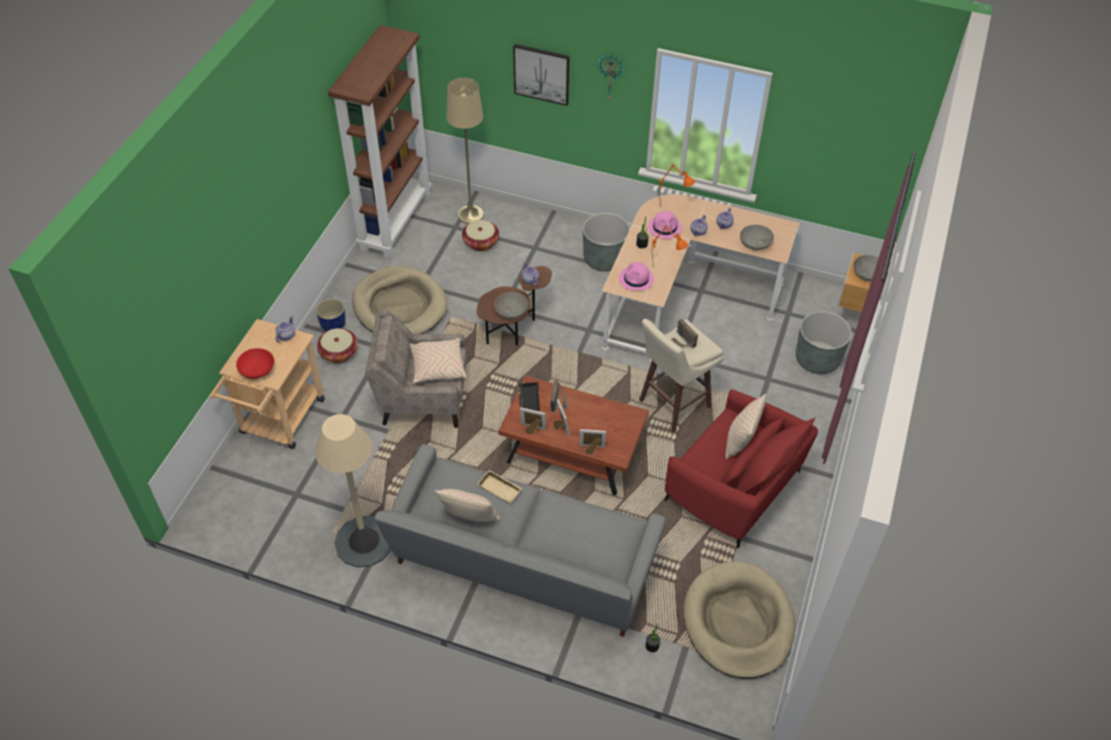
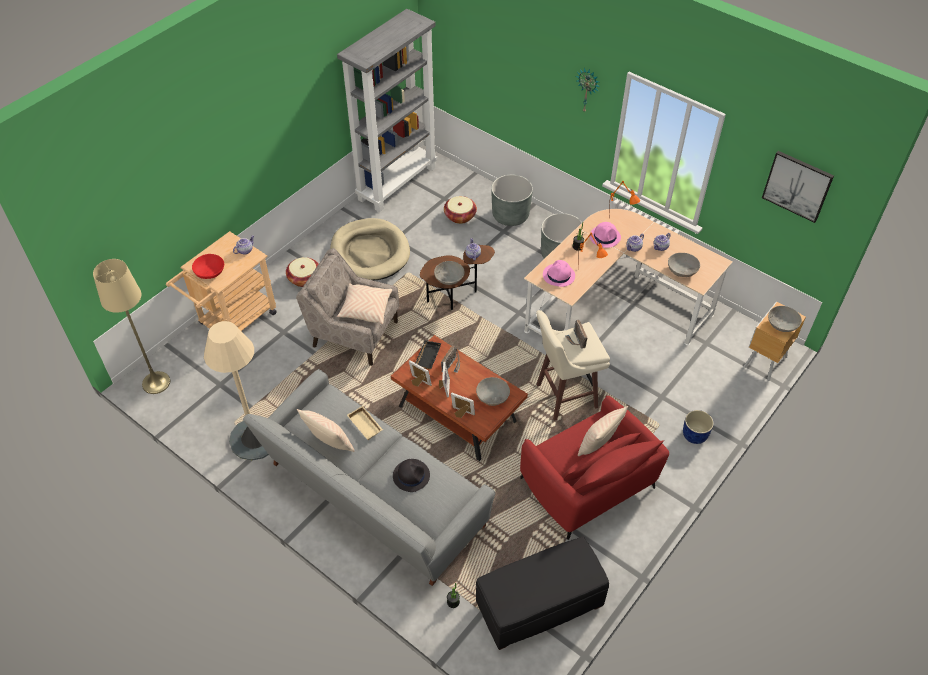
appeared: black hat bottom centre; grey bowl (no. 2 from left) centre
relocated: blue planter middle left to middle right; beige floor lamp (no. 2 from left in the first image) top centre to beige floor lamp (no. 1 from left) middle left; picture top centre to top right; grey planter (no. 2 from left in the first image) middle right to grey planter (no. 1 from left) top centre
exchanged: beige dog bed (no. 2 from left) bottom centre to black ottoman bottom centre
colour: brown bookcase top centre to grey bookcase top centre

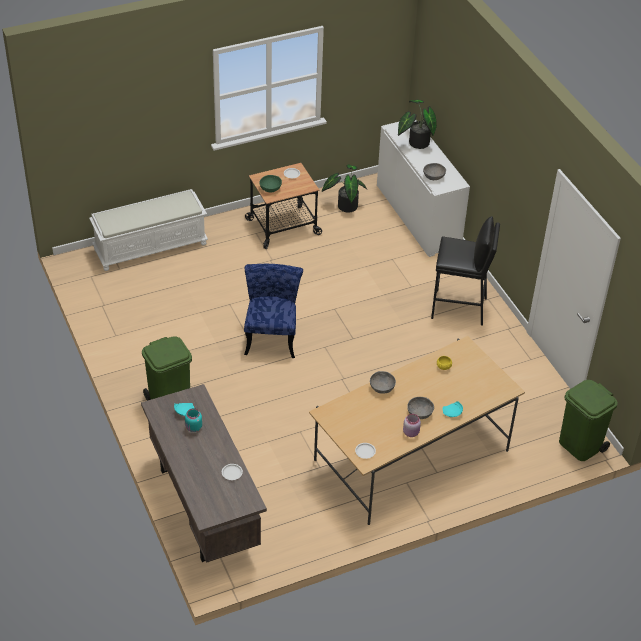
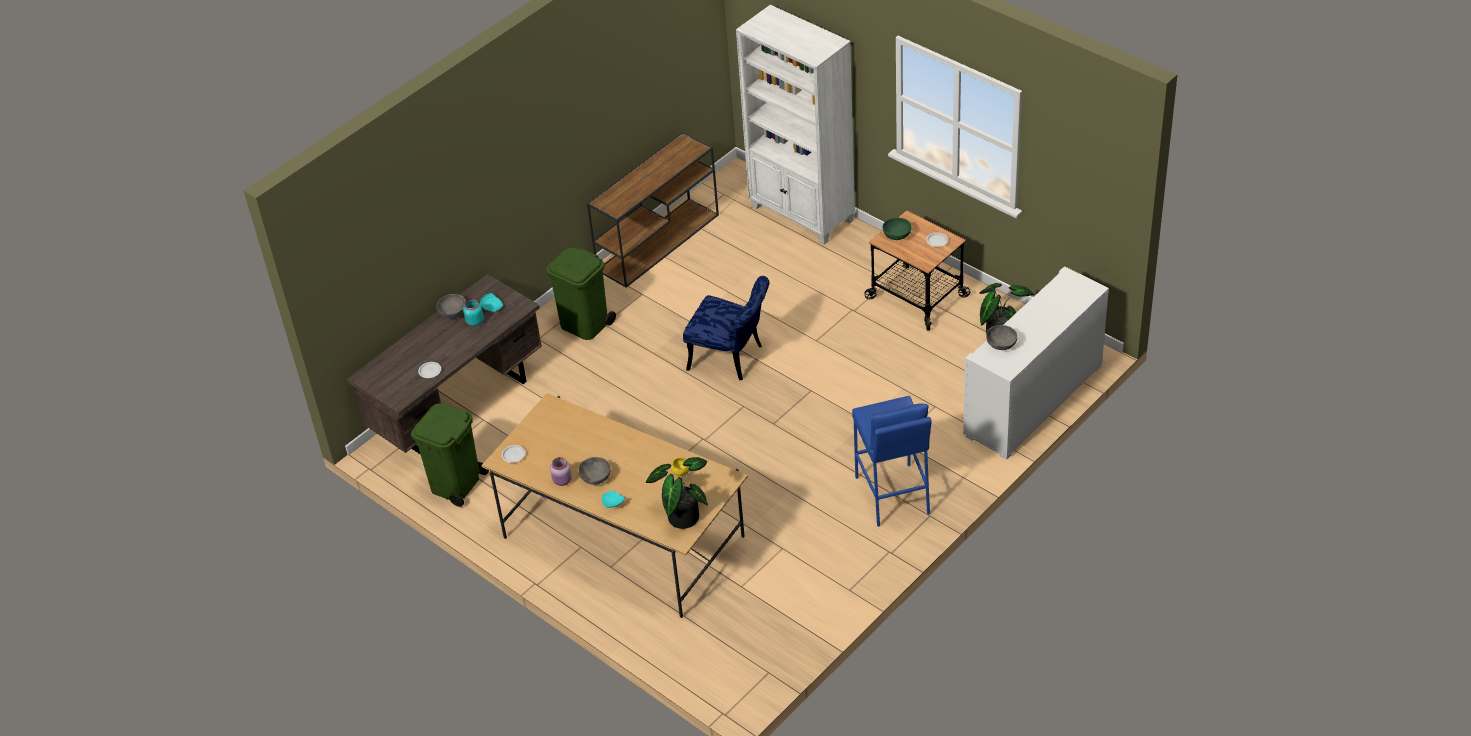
appeared: brown console table top centre
relocated: grey bowl (no. 1 from left) centre to middle left; potted plant (no. 2 from left in the first image) top centre to potted plant (no. 1 from left) bottom centre; green trash can (no. 2 from left in the first image) middle right to green trash can (no. 1 from left) middle left
exchanged: white bench middle left to white bookcase top centre
colour: black stool middle right to blue stool centre
spun: blue chair centre = centre 45 degrees clockwise

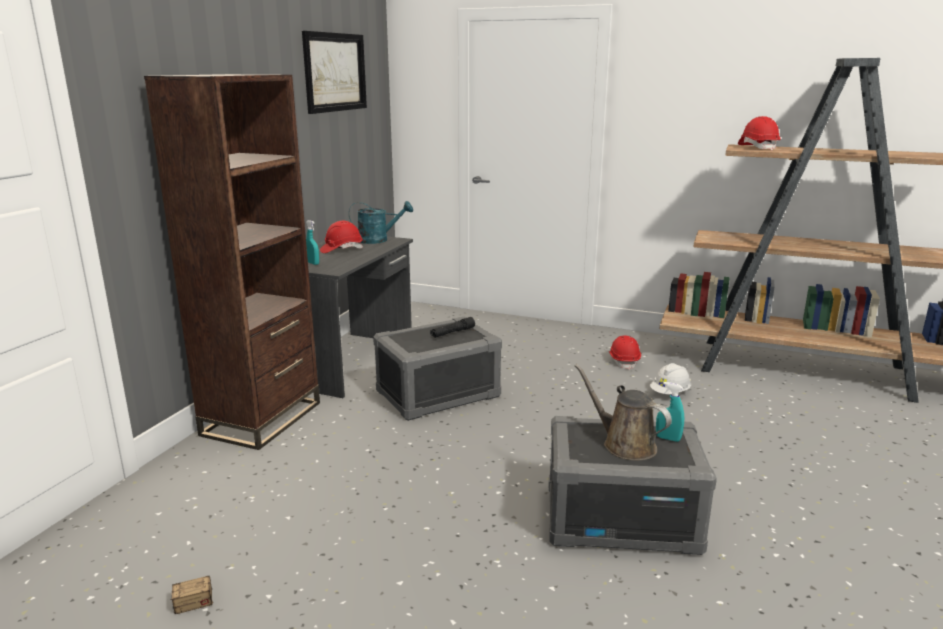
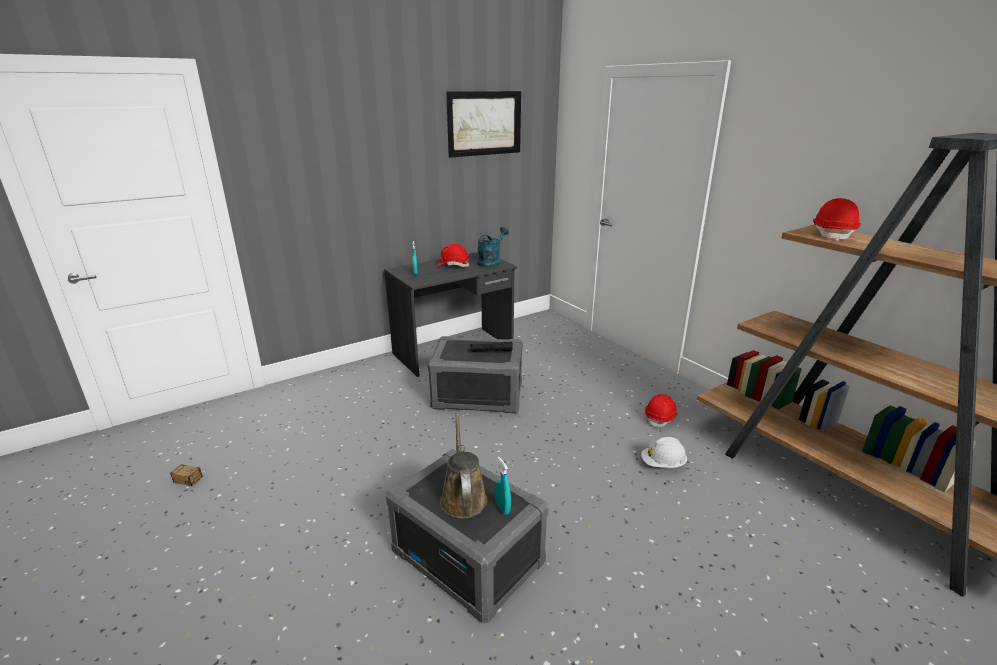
missing: brown bookcase (no. 1 from left) middle left
spun: turquoise watering can centre = centre 90 degrees counterclockwise

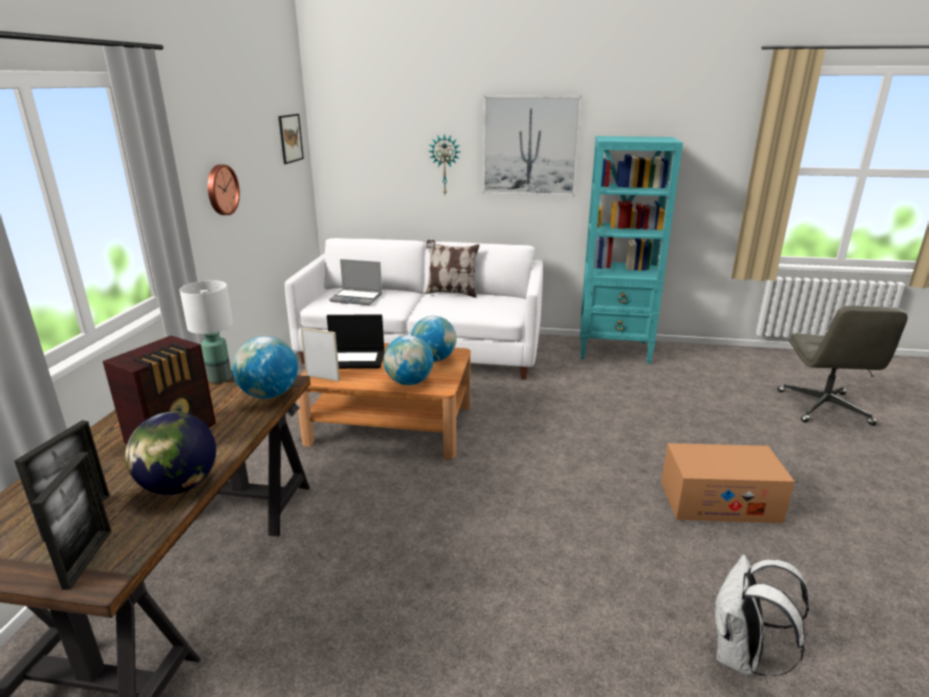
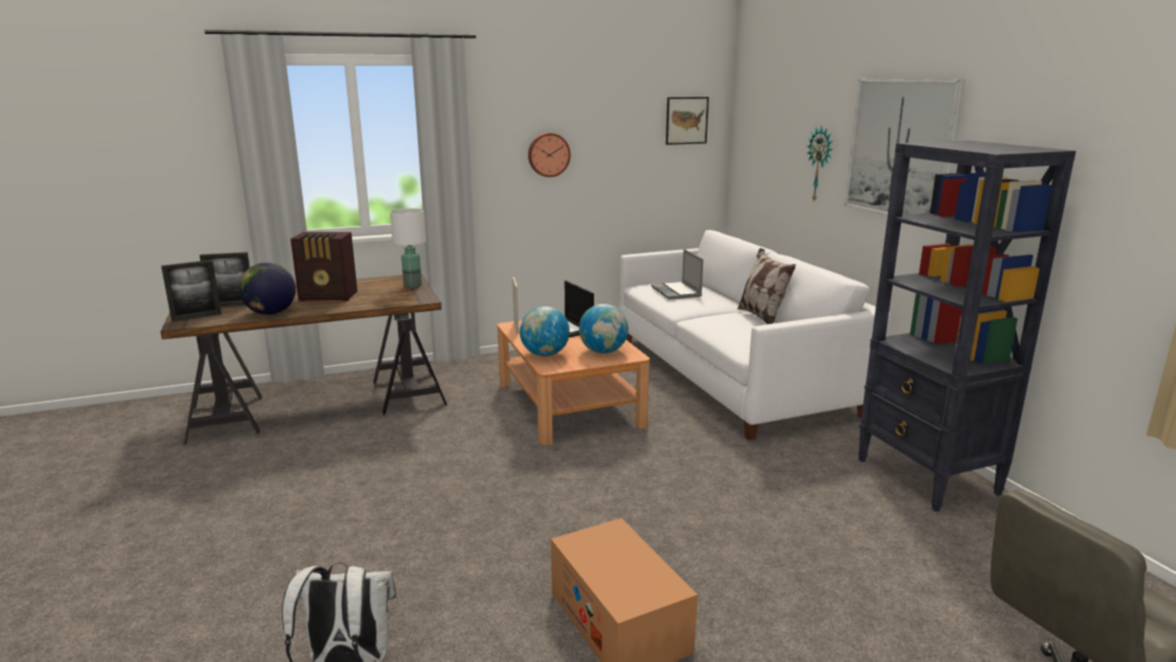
missing: globe (no. 2 from left) middle left
colour: turquoise bookcase middle right to black bookcase middle right

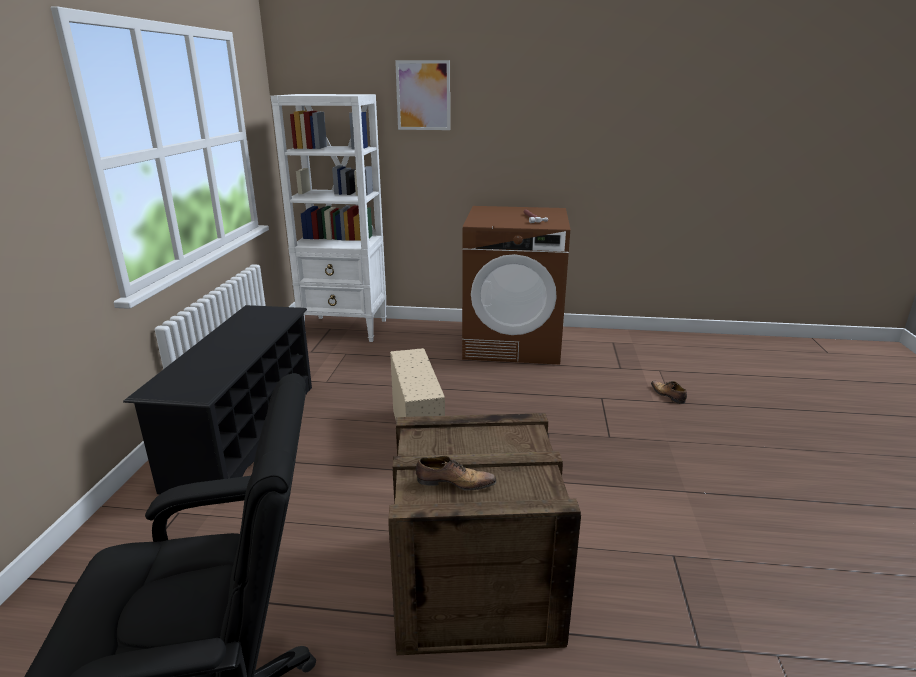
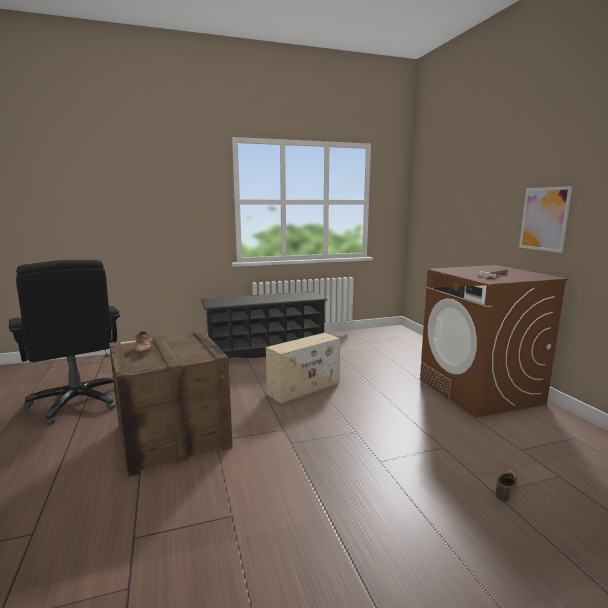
missing: white bookcase top centre
relocated: picture top centre to middle right

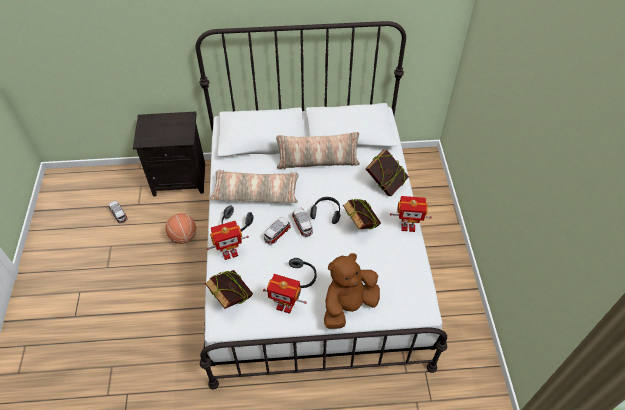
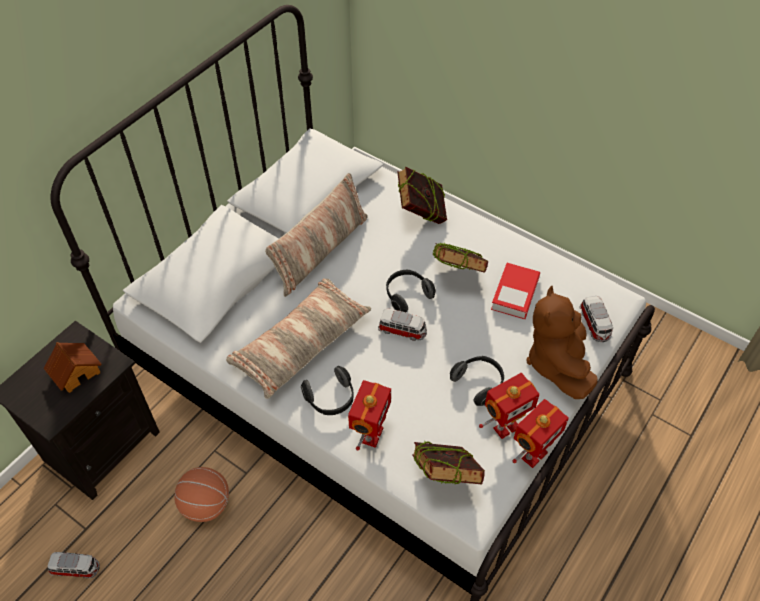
appeared: toy house middle left; book (no. 4 from left) middle right
relocated: toy car (no. 2 from left in the first image) centre to toy car (no. 3 from left) middle right; toy robot (no. 3 from left) centre to bottom right

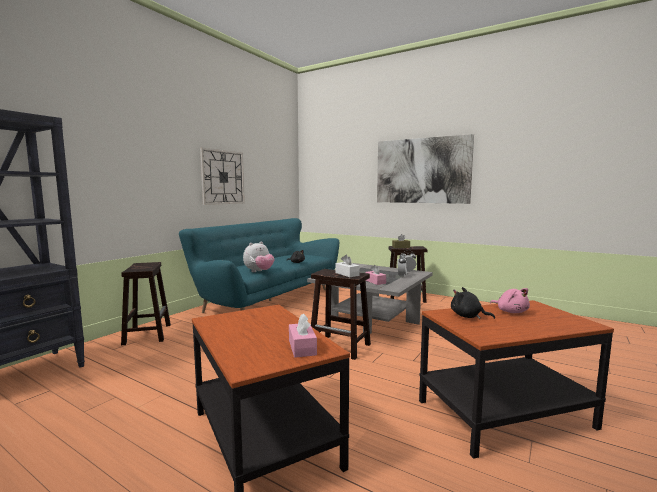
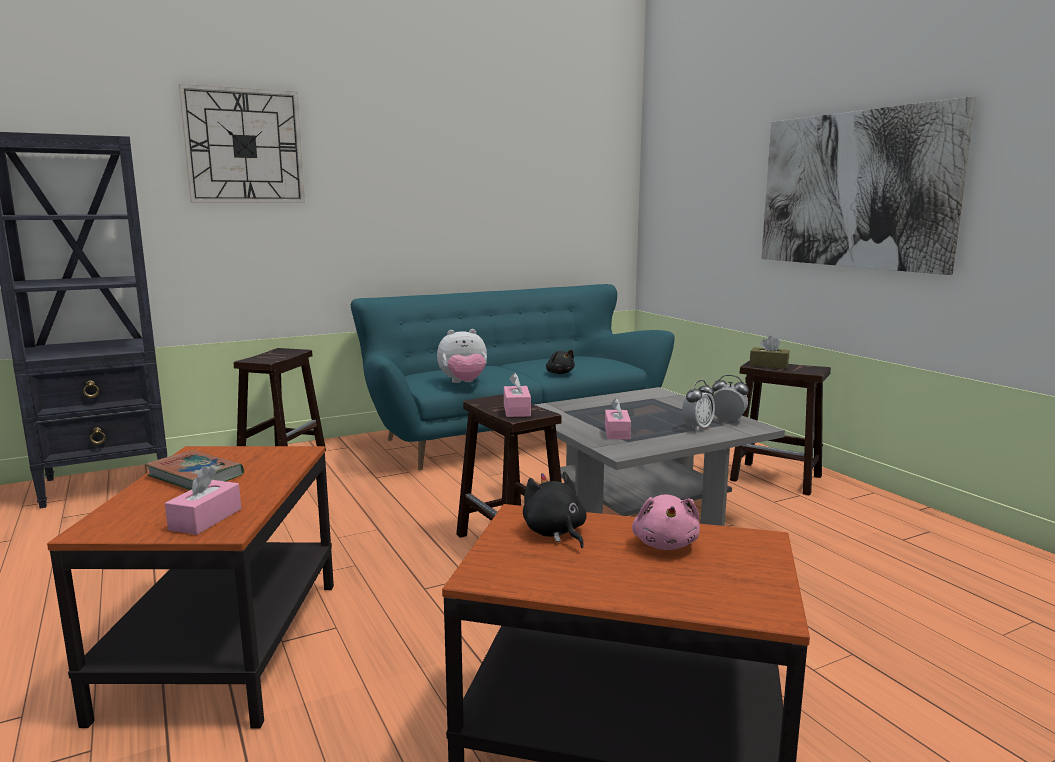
appeared: book middle left
relocated: wall clock centre to top left
colour: white tissue box centre to pink tissue box (no. 2 from left) centre

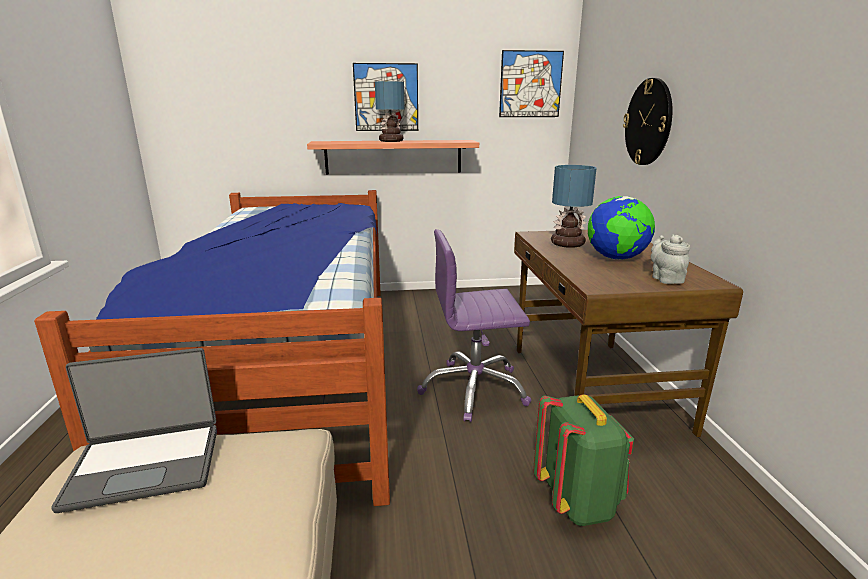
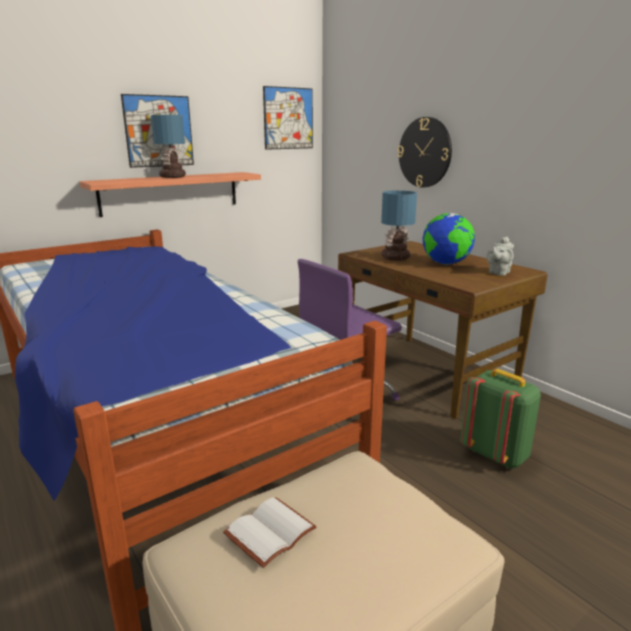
exchanged: laptop bottom left to white book bottom centre
spun: grey teapot middle right = middle right 105 degrees counterclockwise

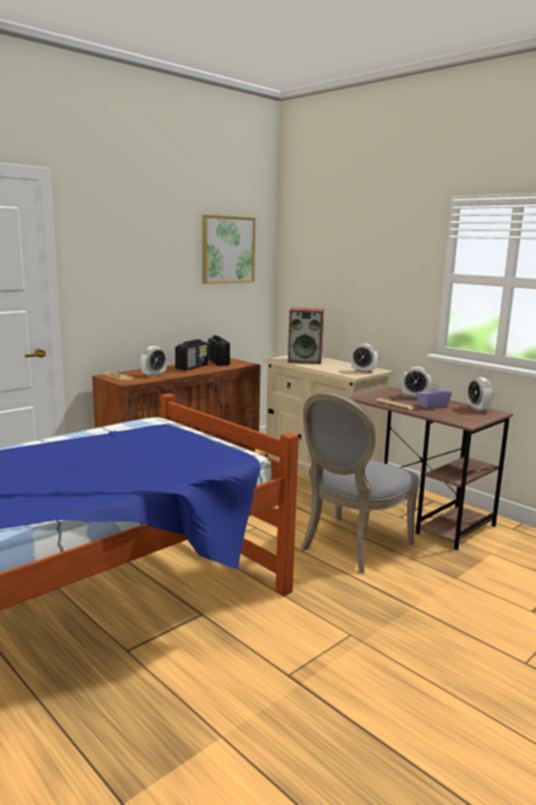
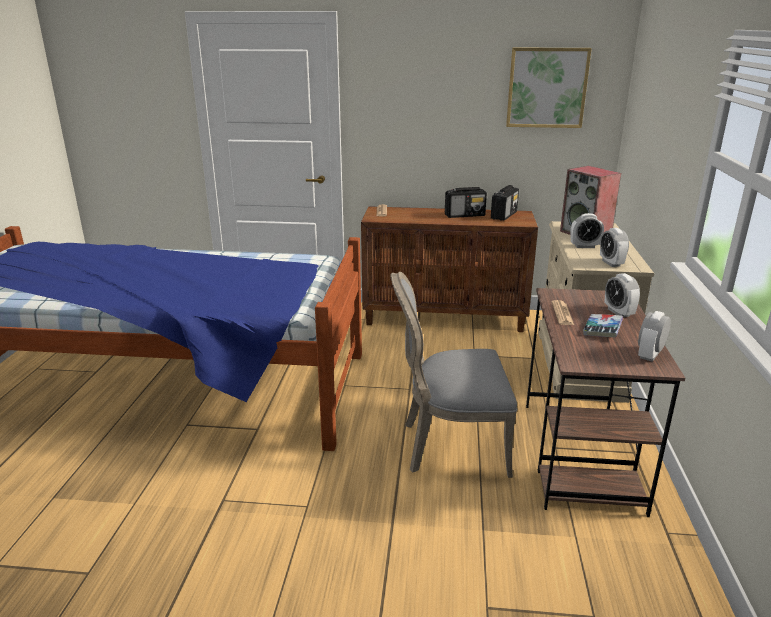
relocated: alarm clock (no. 1 from left) middle left to middle right
exchanged: purple tissue box middle right to book middle right

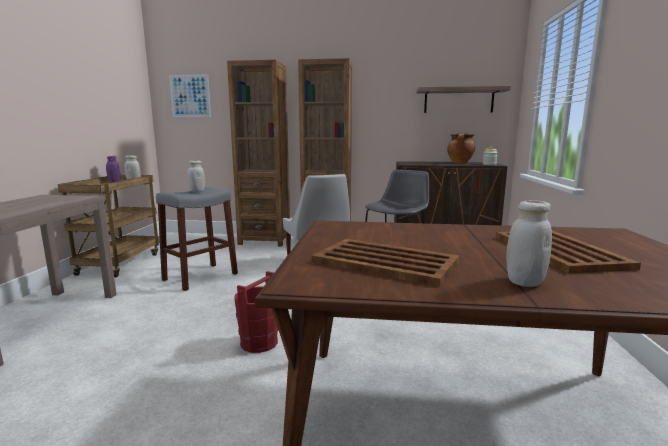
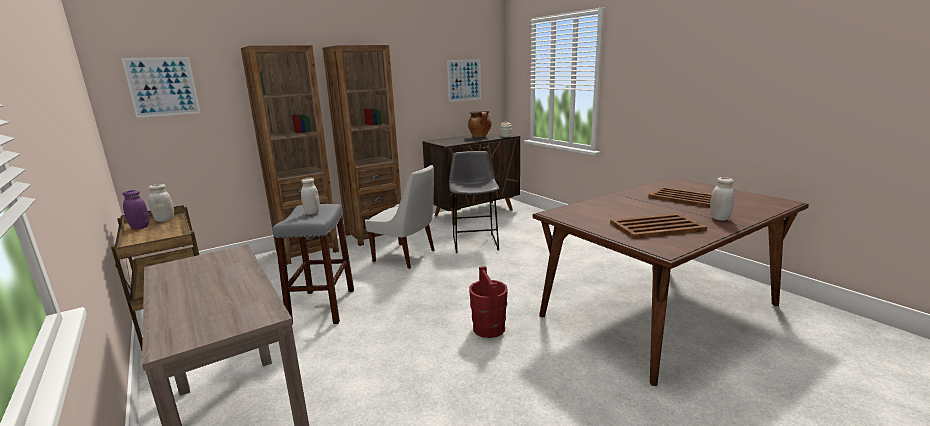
exchanged: shelf top right to picture (no. 2 from left) top centre

